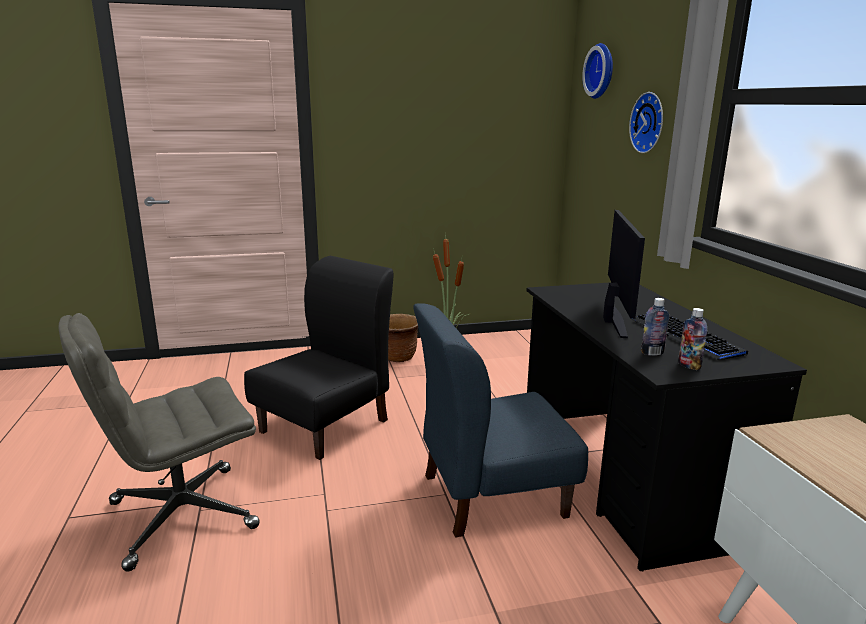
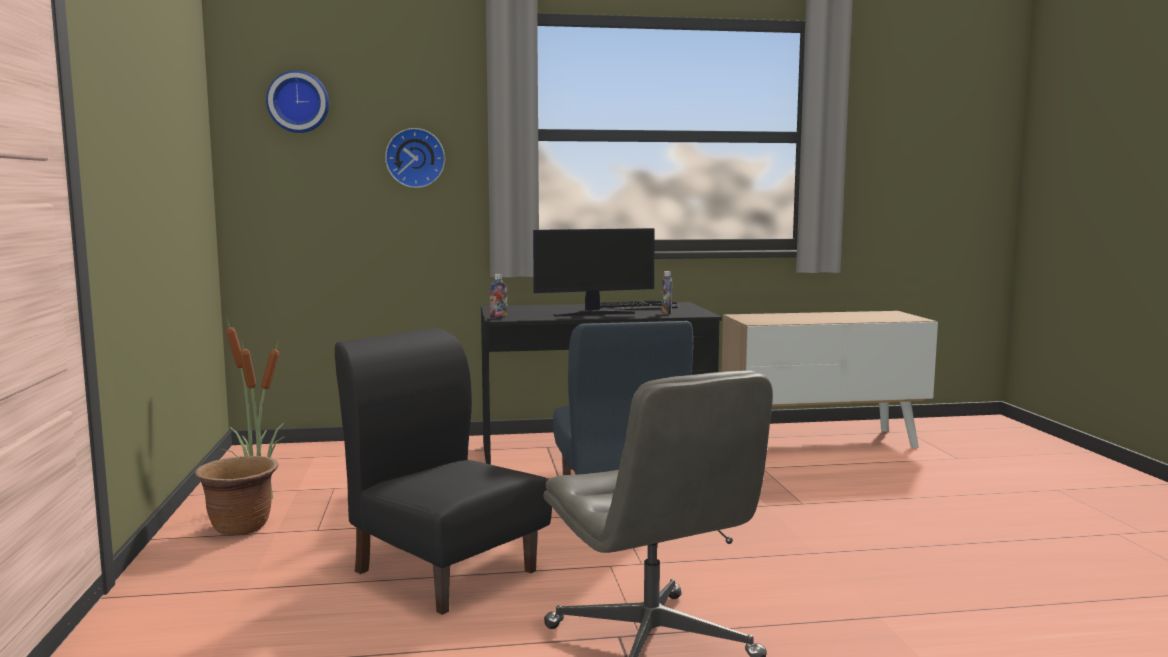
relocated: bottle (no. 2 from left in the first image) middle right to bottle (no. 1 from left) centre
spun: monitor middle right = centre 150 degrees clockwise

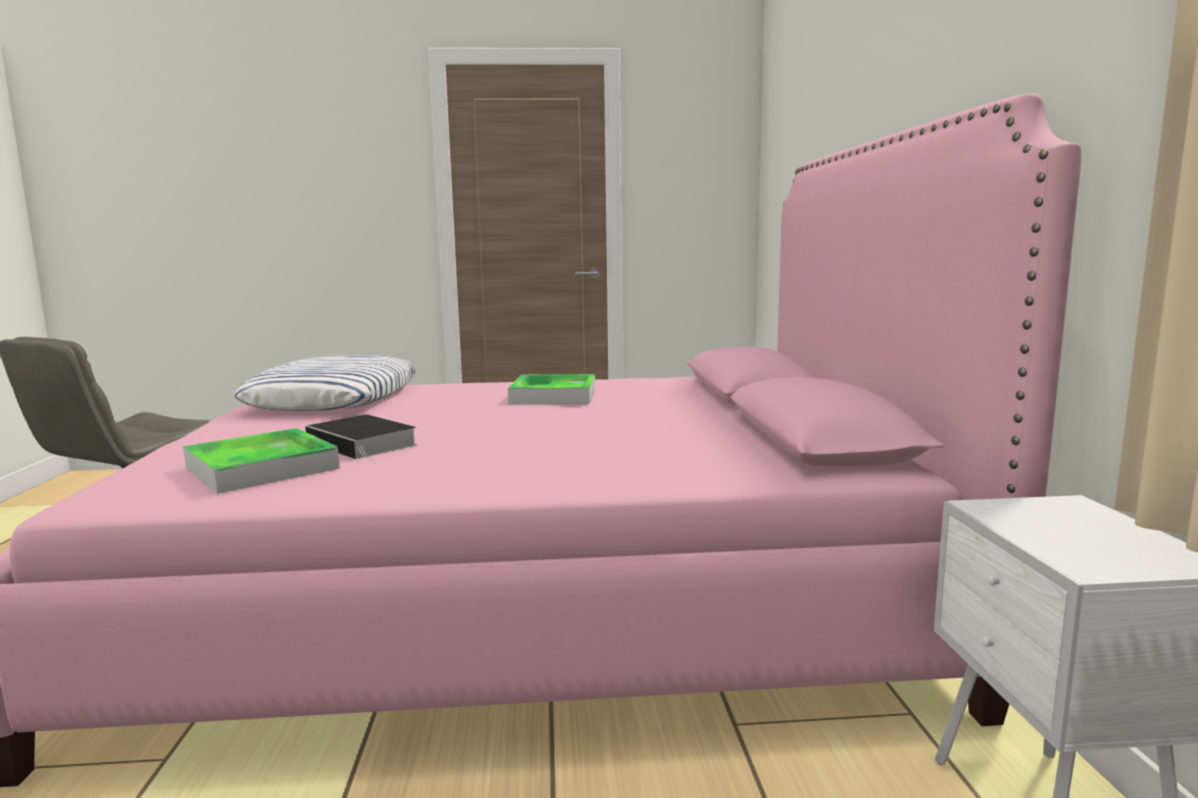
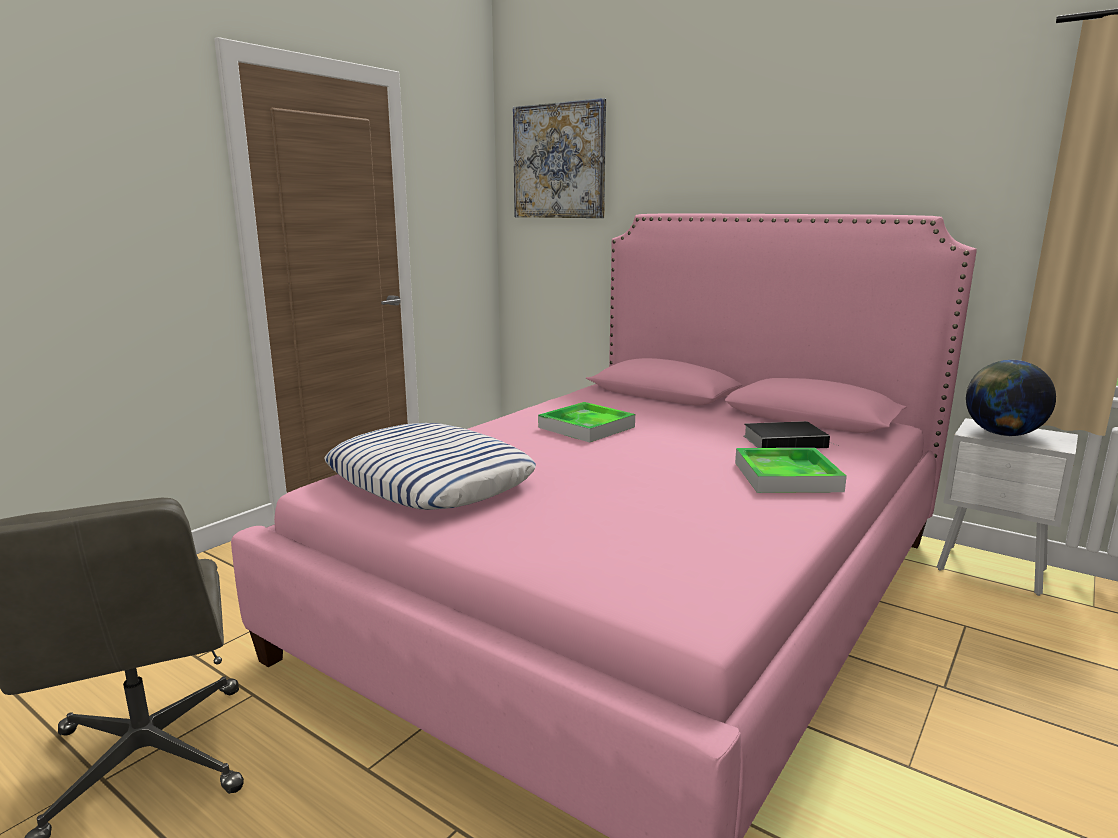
appeared: picture top centre; globe middle right
relocated: tray (no. 1 from left in the first image) middle left to tray (no. 2 from left) middle right; book middle left to middle right

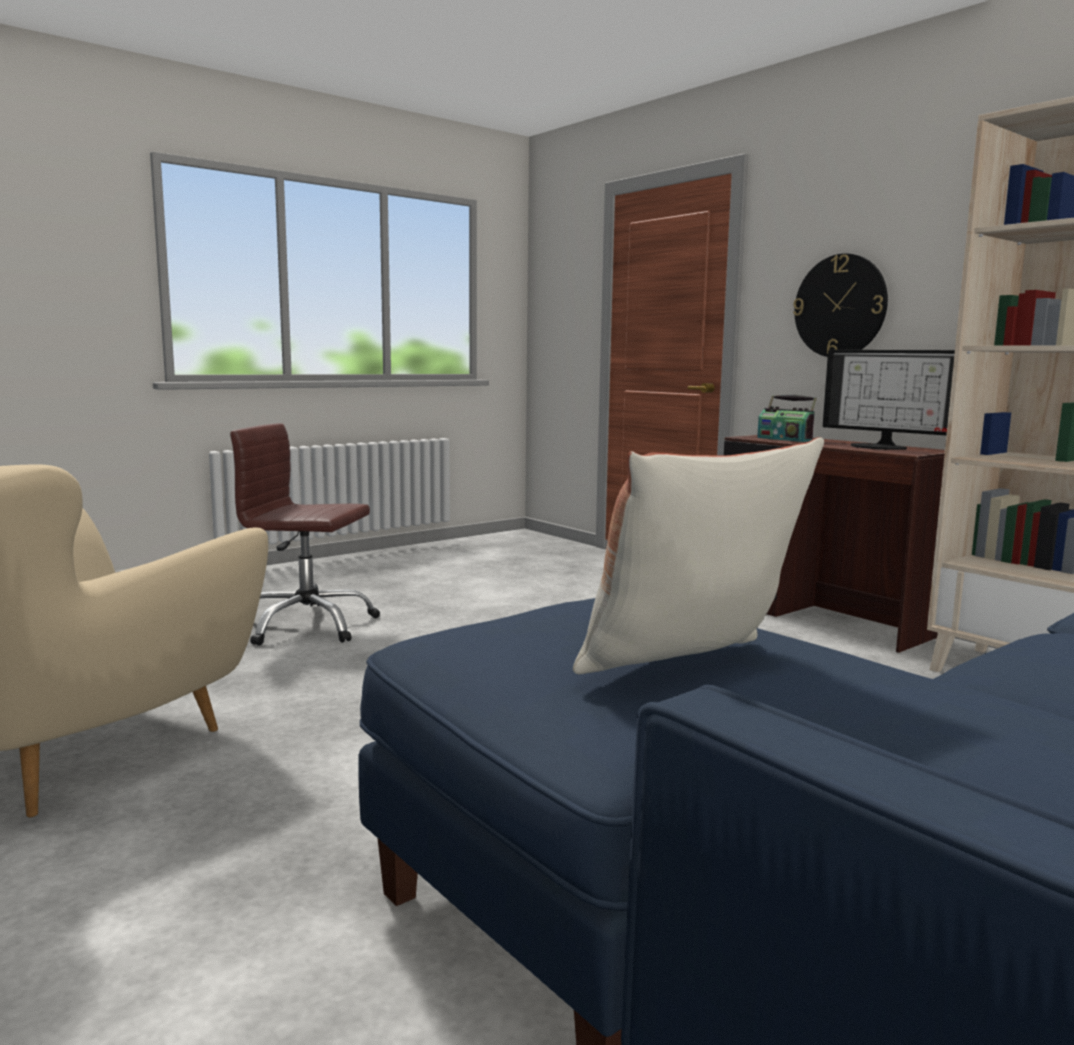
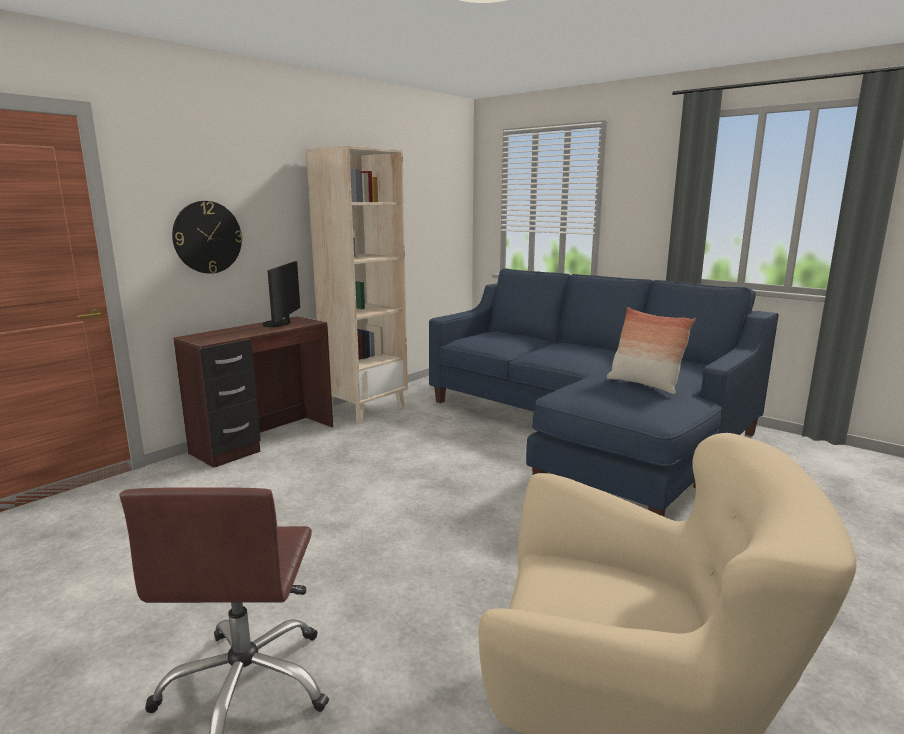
missing: radio middle right
spun: monitor middle right = middle left 150 degrees clockwise

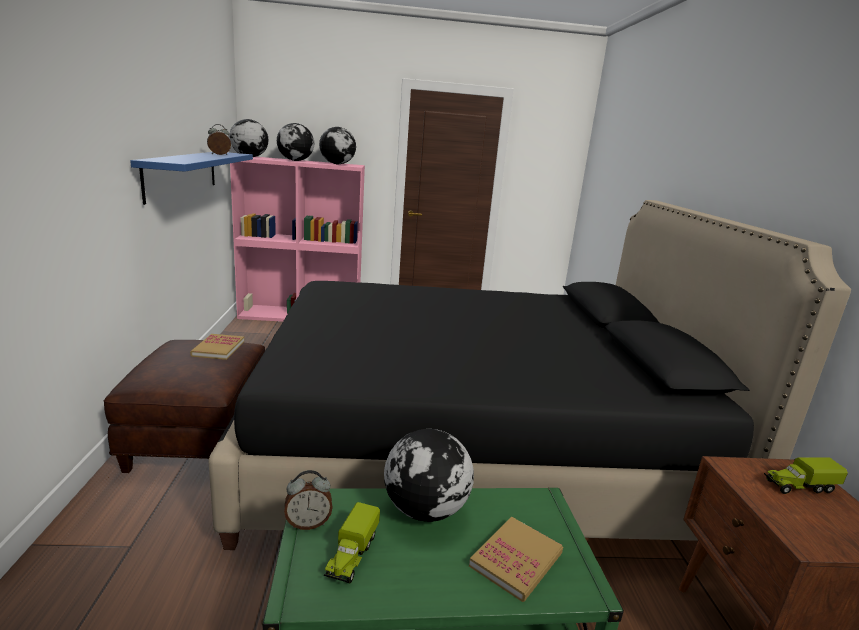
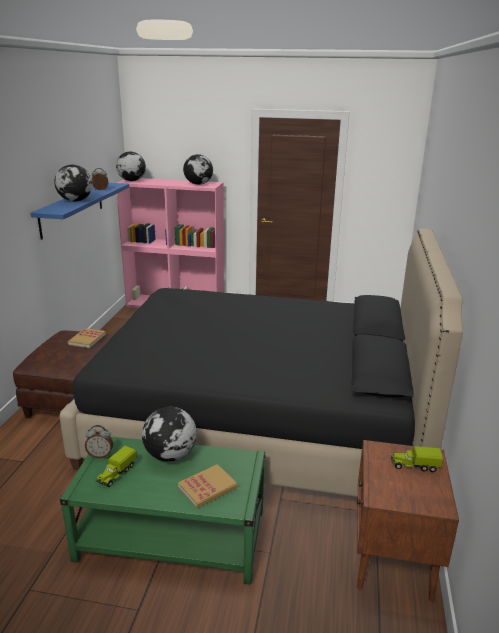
relocated: globe (no. 2 from left in the first image) top centre to globe (no. 1 from left) top left

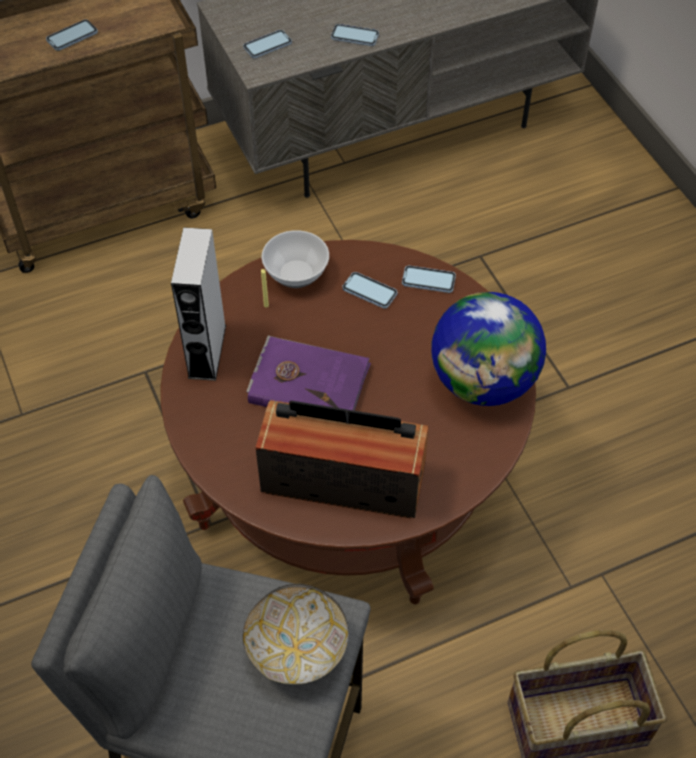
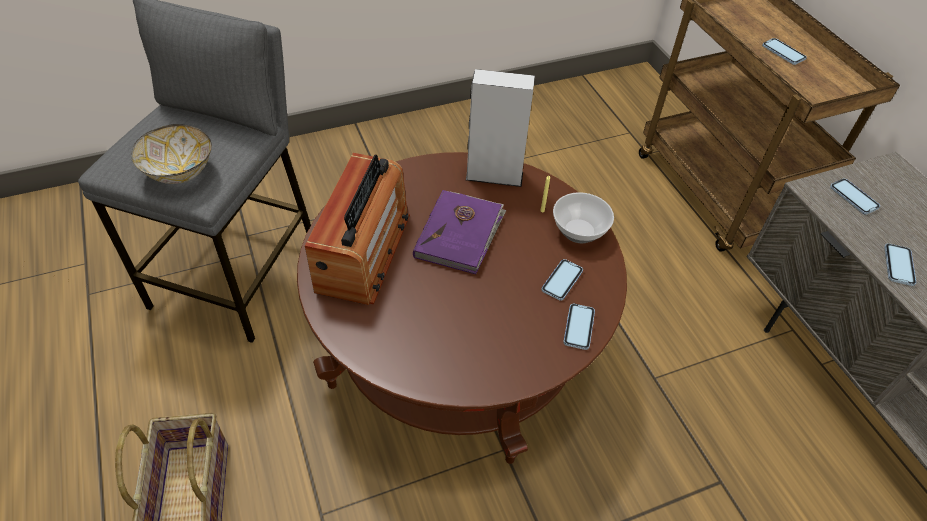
missing: globe middle right

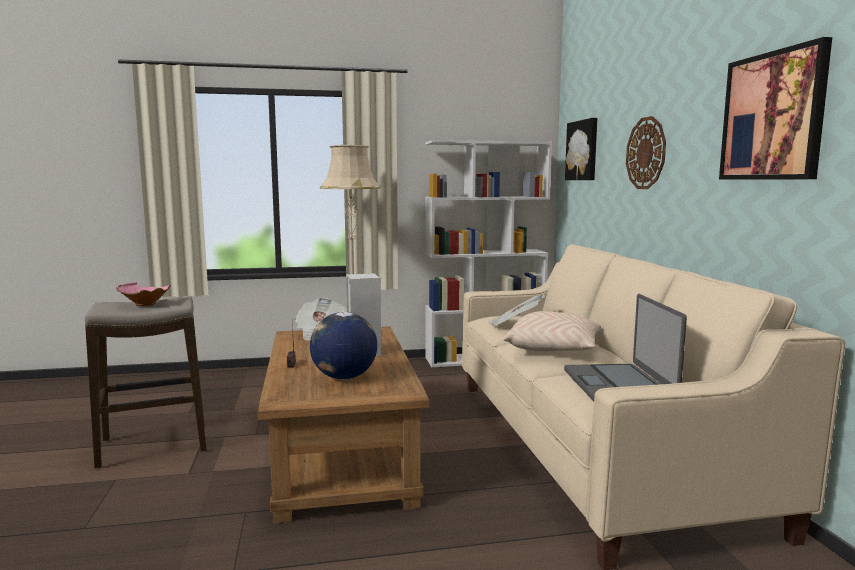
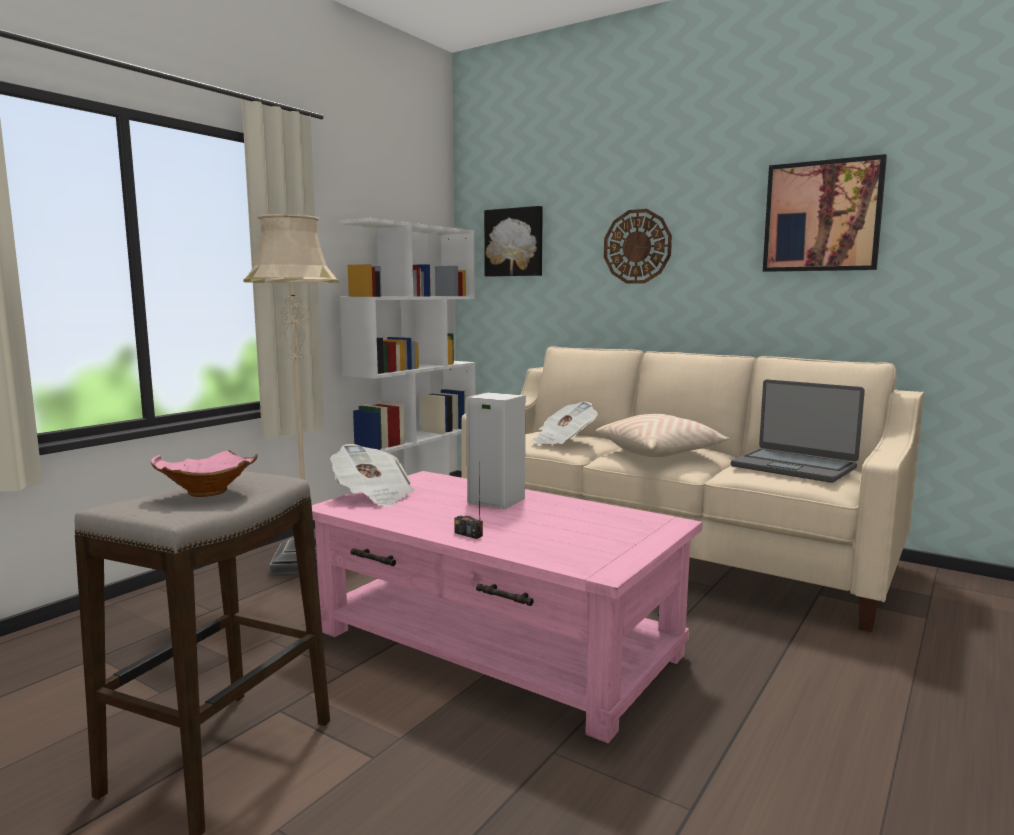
missing: globe centre
colour: brown coffee table bottom centre to pink coffee table bottom centre

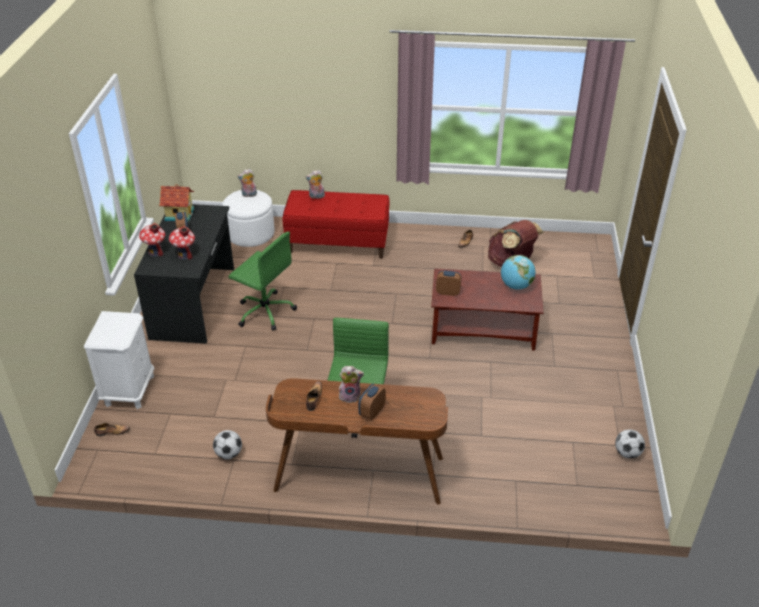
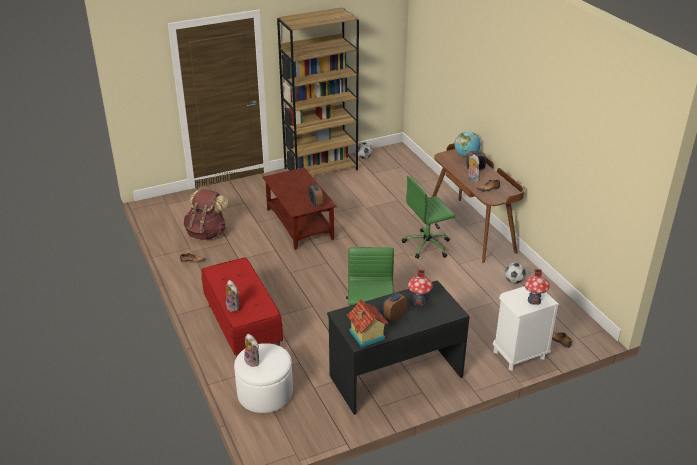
appeared: brown bookcase top centre
relocated: toy house (no. 1 from left in the first image) middle left to toy house (no. 3 from left) middle right; globe middle right to top right

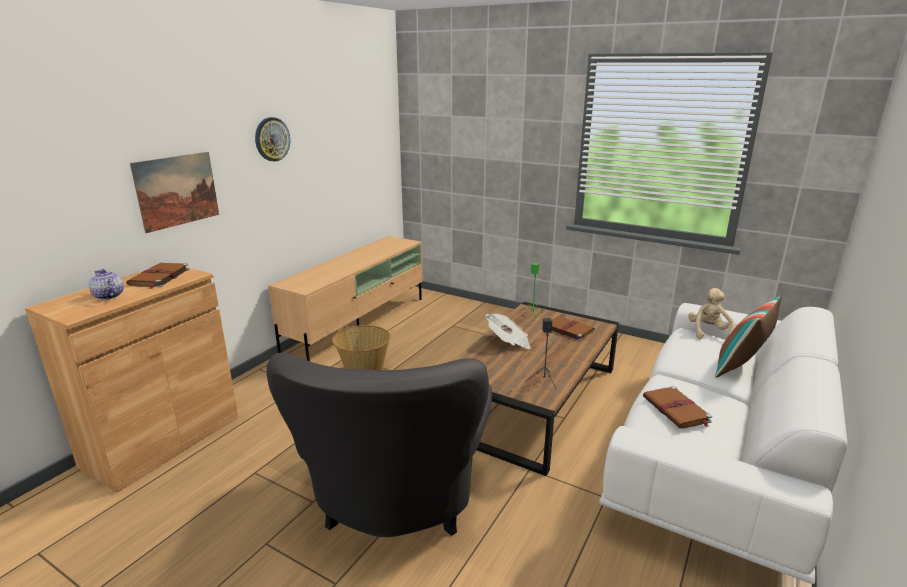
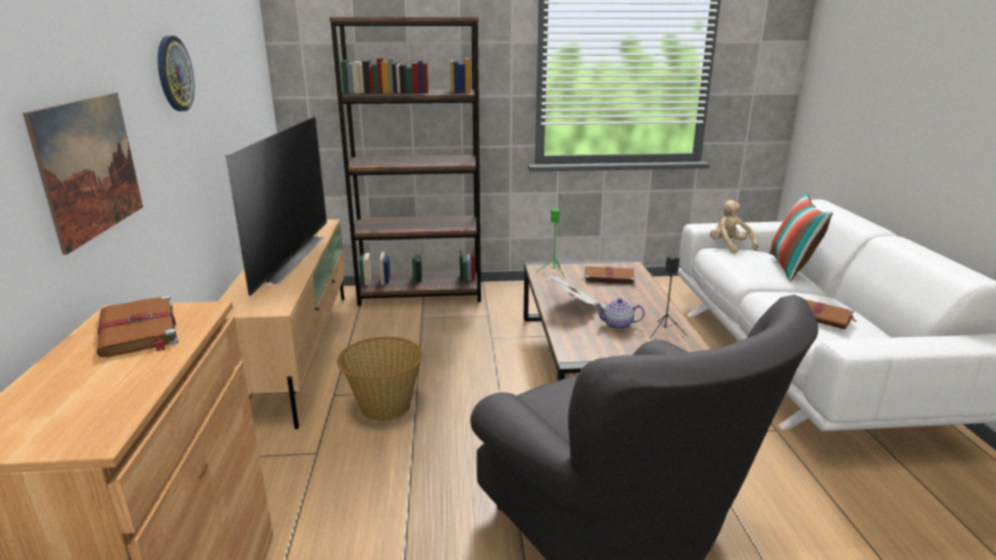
appeared: television middle left; brown bookcase top centre
relocated: teapot middle left to centre

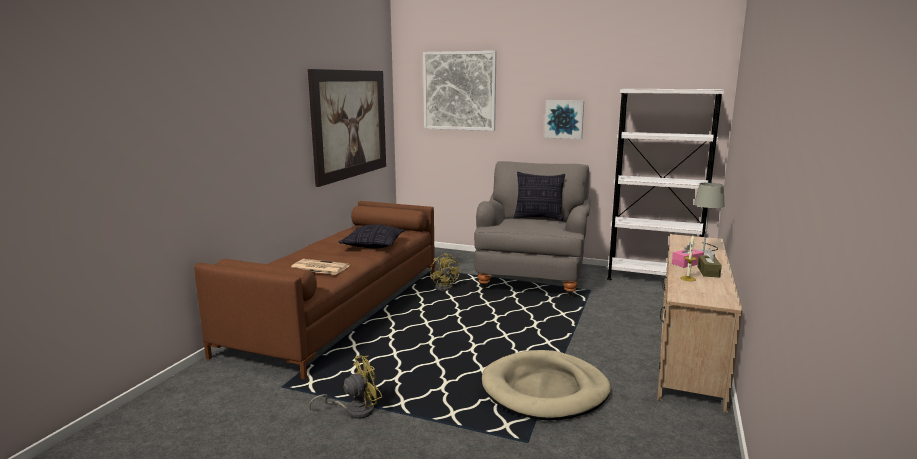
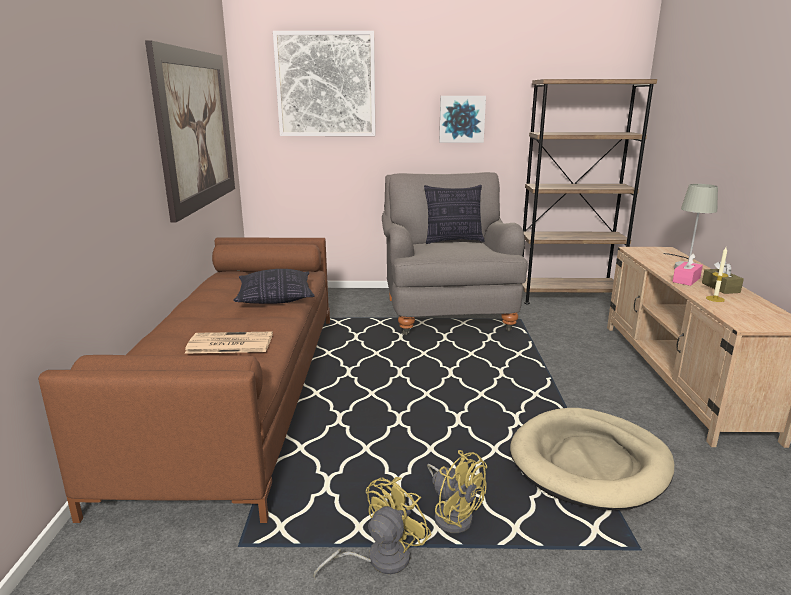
relocated: yellow fan (no. 2 from left) centre to bottom centre
colour: white bookcase middle right to brown bookcase top right

